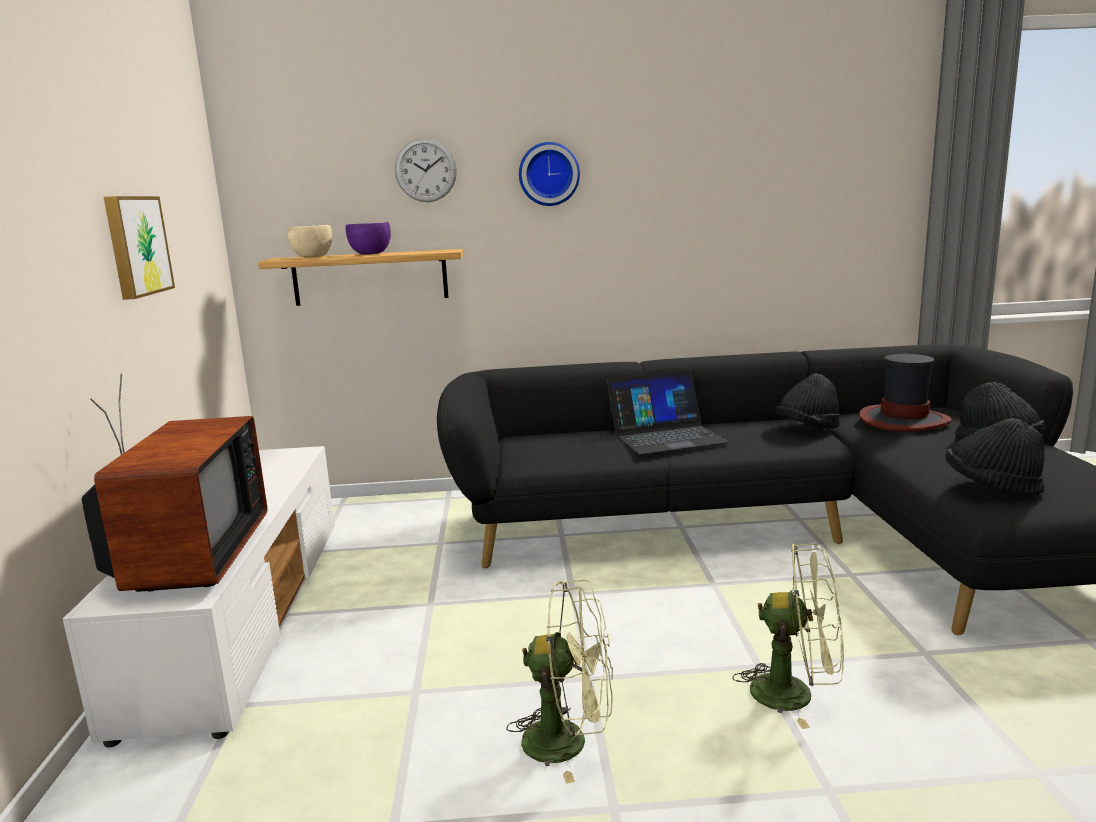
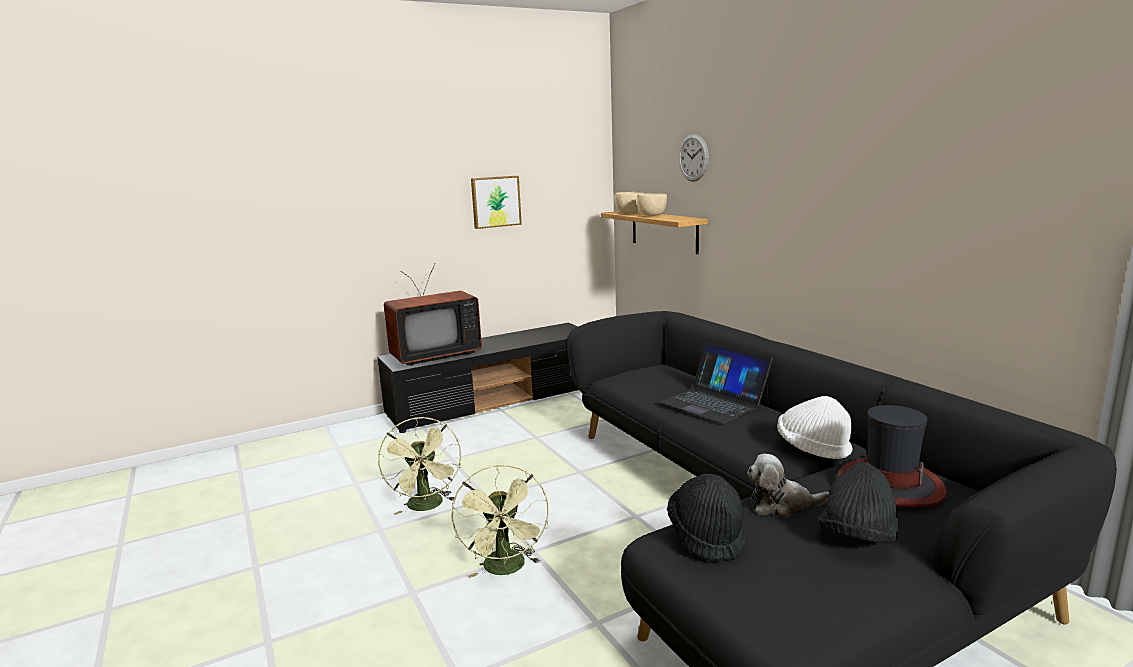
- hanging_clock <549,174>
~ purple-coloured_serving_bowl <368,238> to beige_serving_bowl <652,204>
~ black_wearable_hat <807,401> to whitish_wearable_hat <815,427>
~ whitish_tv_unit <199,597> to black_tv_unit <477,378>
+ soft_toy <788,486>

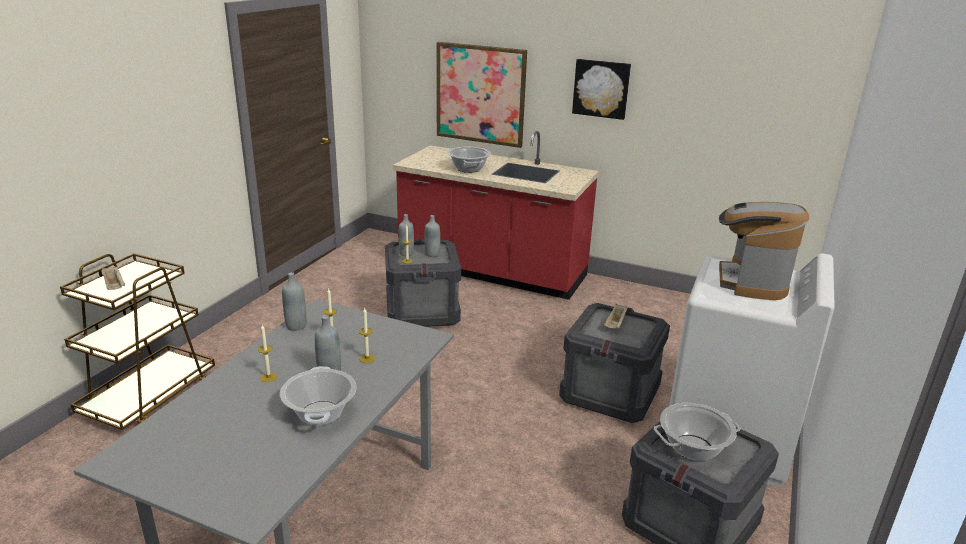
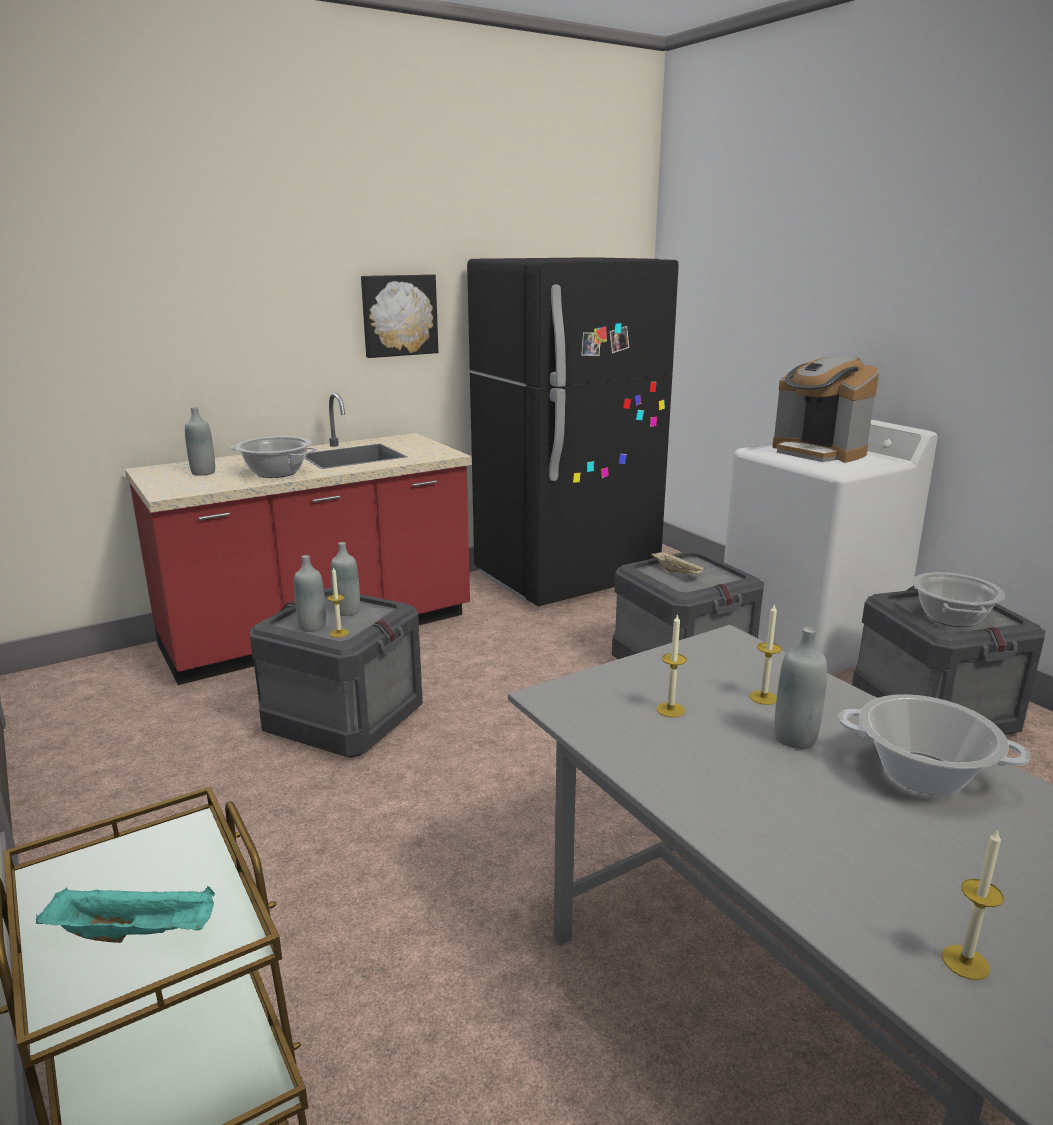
- picture <482,95>
~ beige_carrying_tray <113,278> to blue-green_carrying_tray <125,914>
~ greyish_drink_bottle <294,301> to <200,441>
~ wax_light <267,353> to <973,904>
+ black_fridge <573,431>

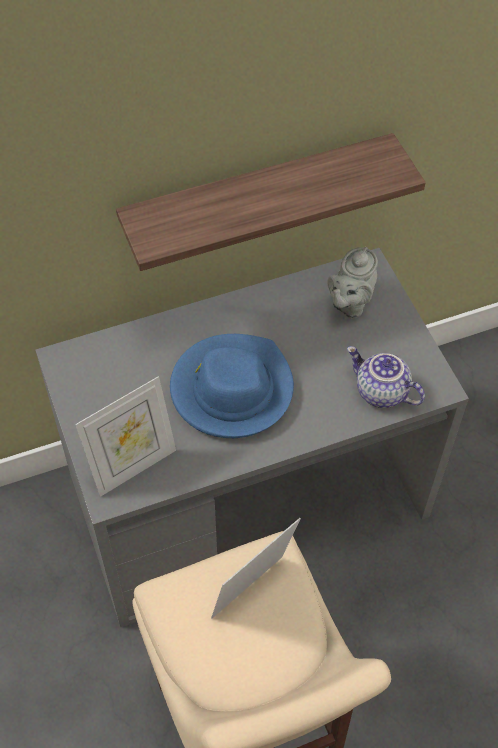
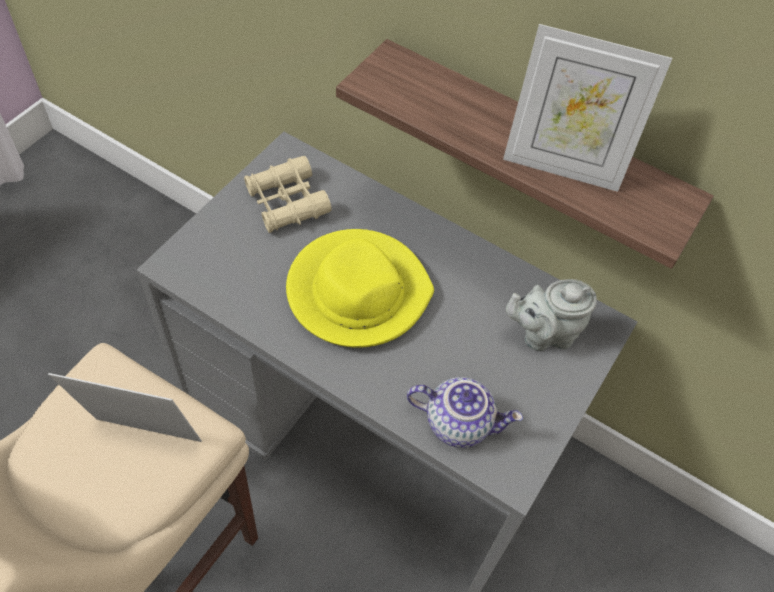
~ blue_wearable_hat <232,386> to yellowish_wearable_hat <360,288>
~ pot_for_tea <386,377> = <465,412> 105 degrees clockwise
~ standing_frame <125,436> to <587,108>
+ beige_binoculars <288,194>

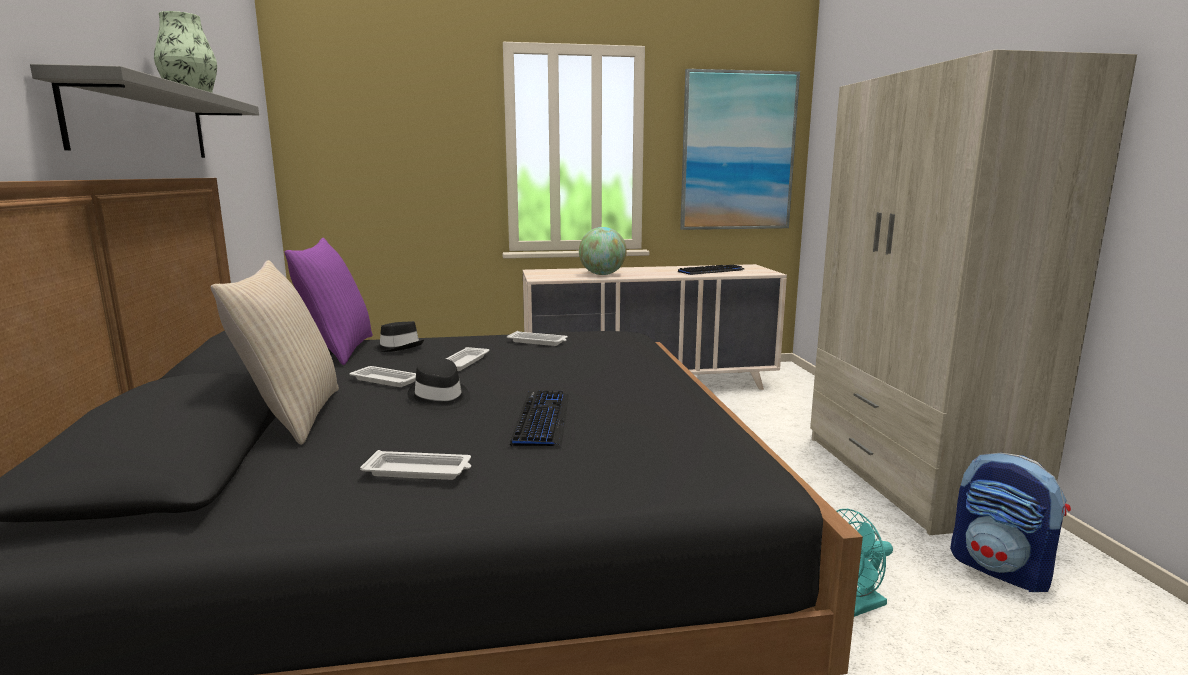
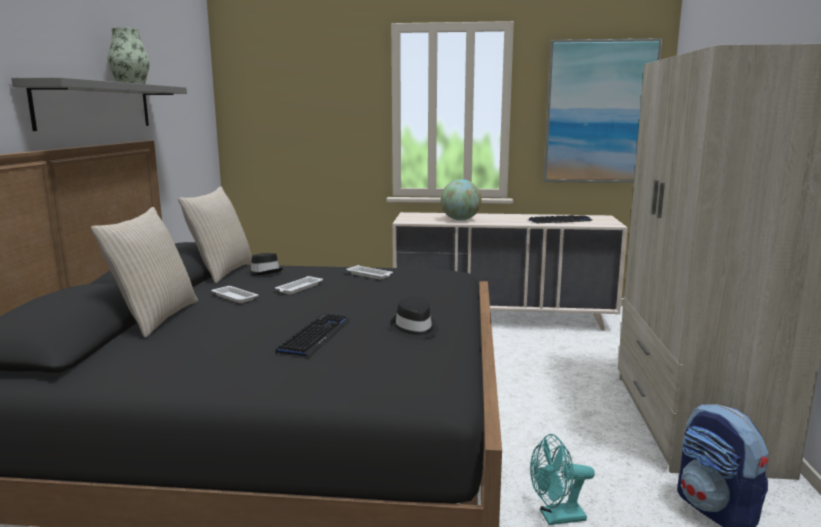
~ purple-coloured_throw_pillow <328,301> to beige_throw_pillow <215,234>
~ black_wearable_hat <439,384> to <414,318>
- whitish_carrying_tray <415,465>

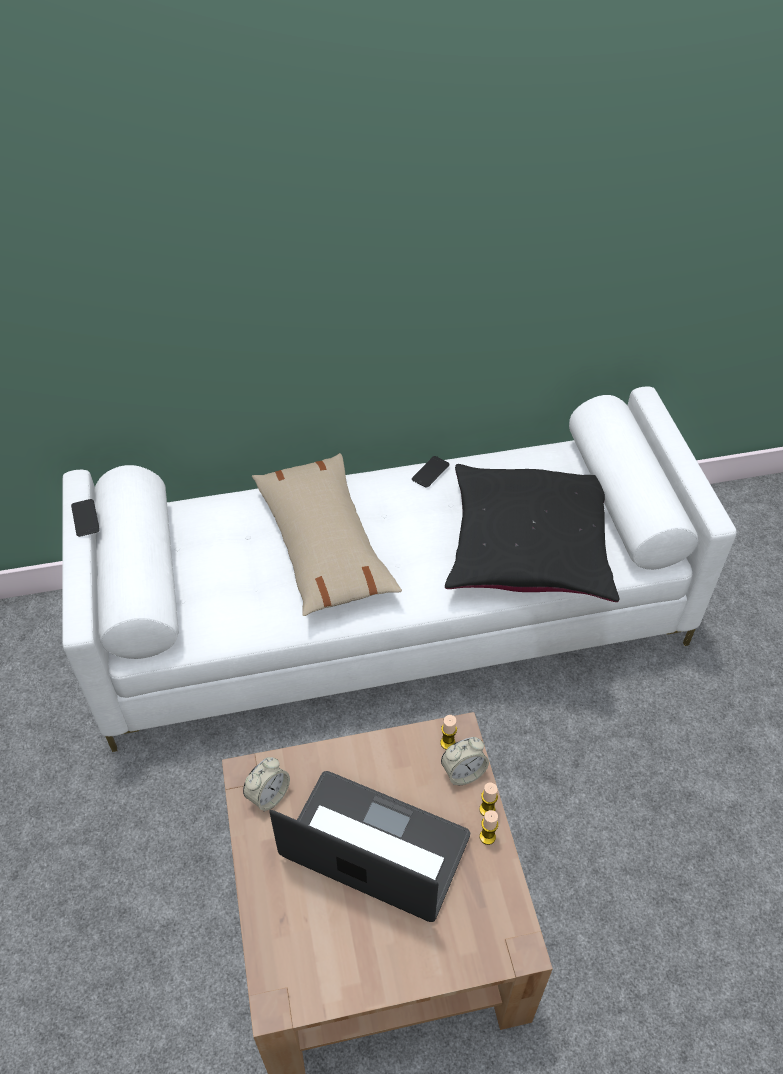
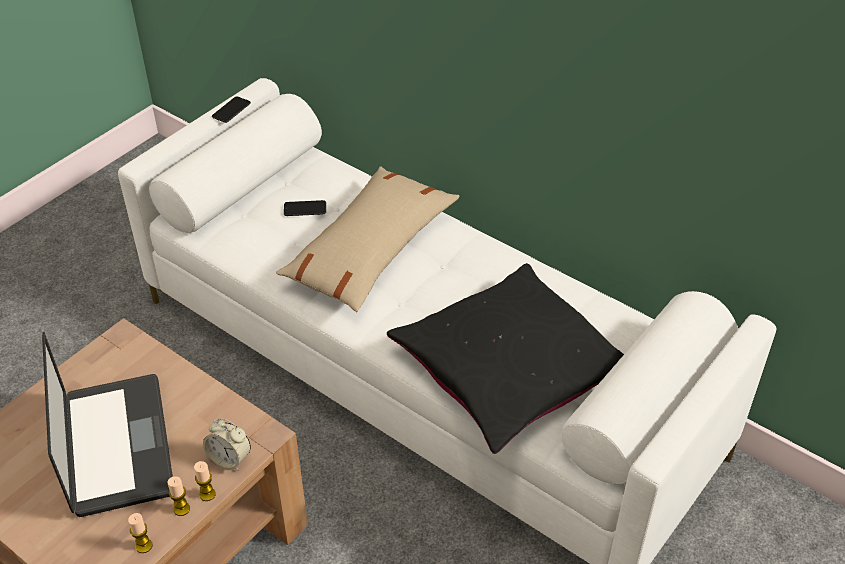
~ handset <431,472> to <305,208>
~ wax_light <448,732> to <140,533>
- bedside_clock <266,784>

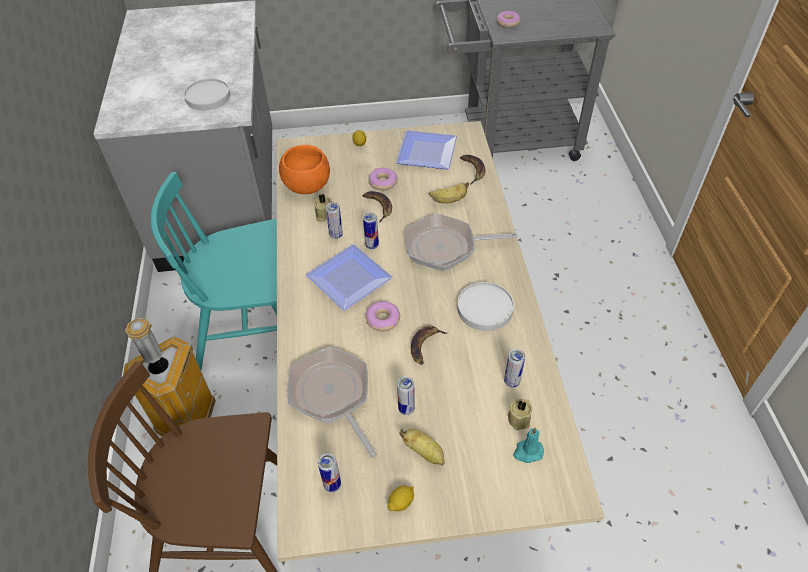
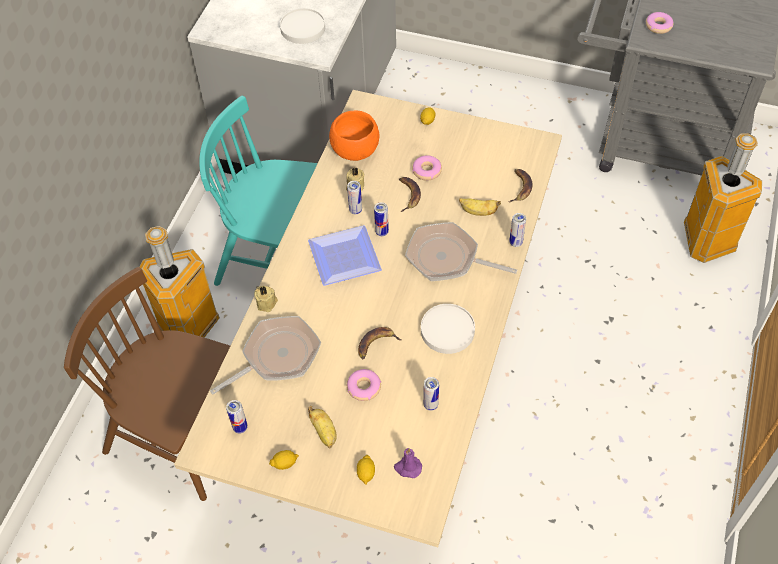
- plate <426,150>
~ donut <383,316> to <364,385>
~ frying_pan <332,402> = <265,355> 60 degrees clockwise
~ sealed_can <406,395> to <517,230>
~ beige_wax_light <520,414> to <266,299>
~ blue-green_wax_light <528,445> to purple-coloured_wax_light <408,463>
+ trash_can <723,198>
+ lemon <366,470>

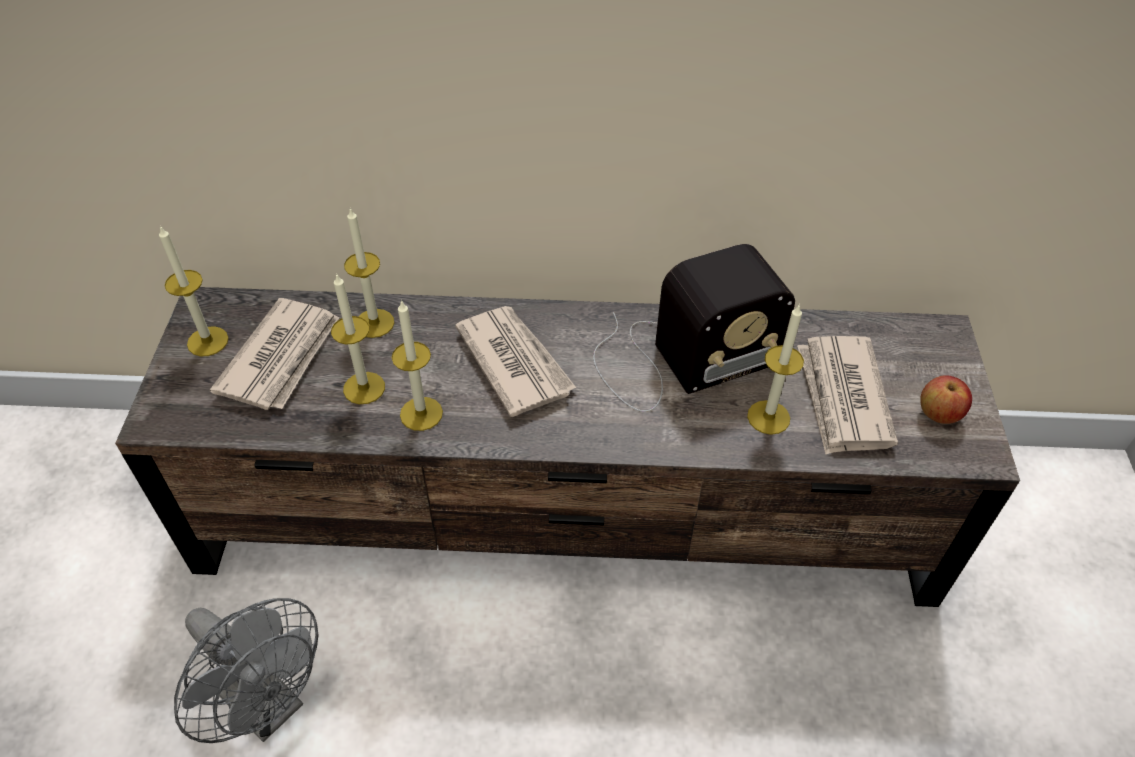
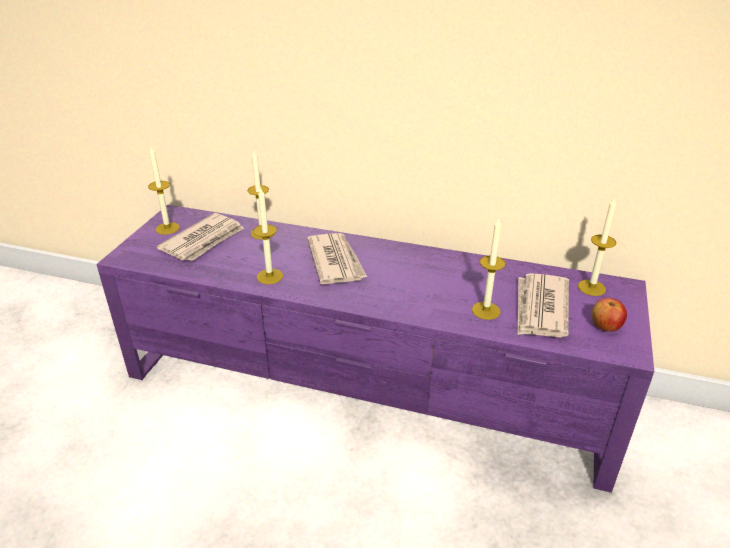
- radio <694,328>
~ wax_light <358,338> to <597,246>
~ brownish_tv_unit <567,447> to purple-coloured_tv_unit <375,349>
- greyish_electric_fan <246,670>

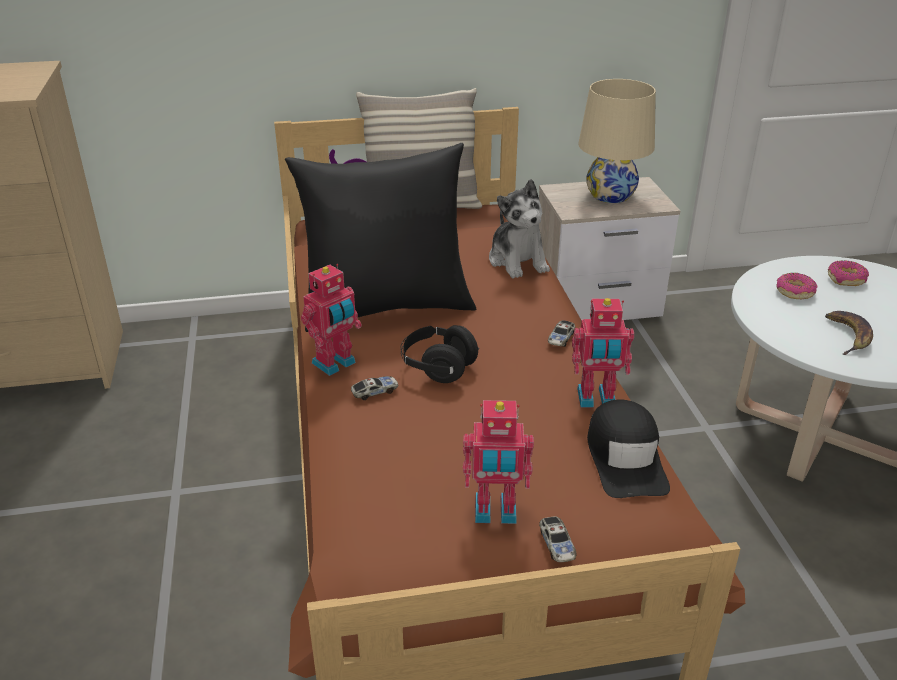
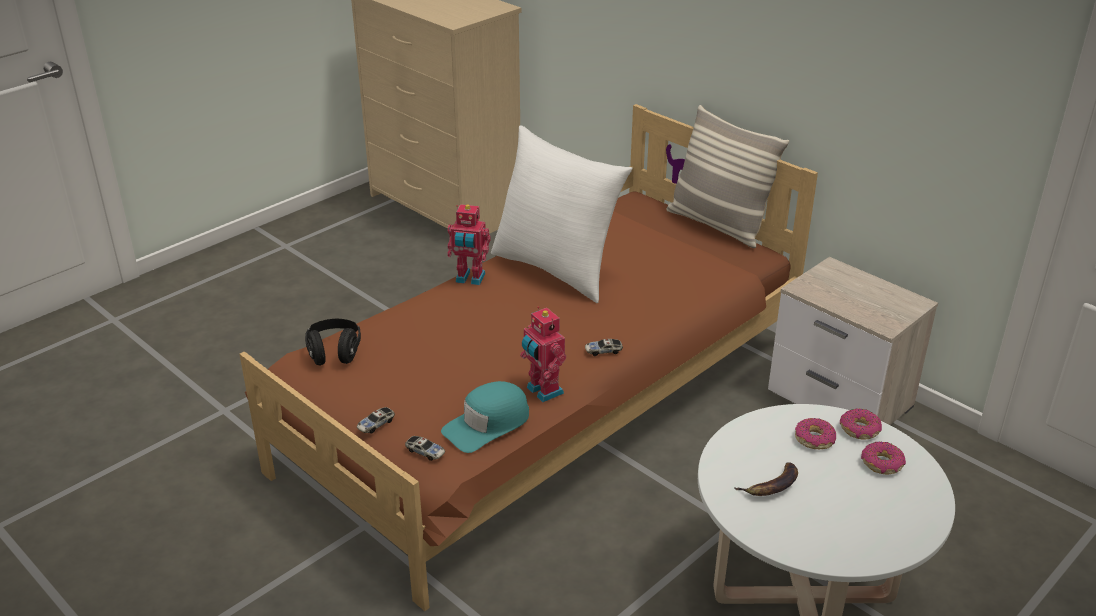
- beige_table_lamp <617,141>
~ black_throw_pillow <380,237> to whitish_throw_pillow <561,214>
- soft_toy <519,229>
~ black_headphones <440,354> to <333,342>
~ miniature_car <374,388> to <425,448>
~ black_cap <628,448> to blue-green_cap <485,417>
- model_robot <498,462>
+ donut <861,424>

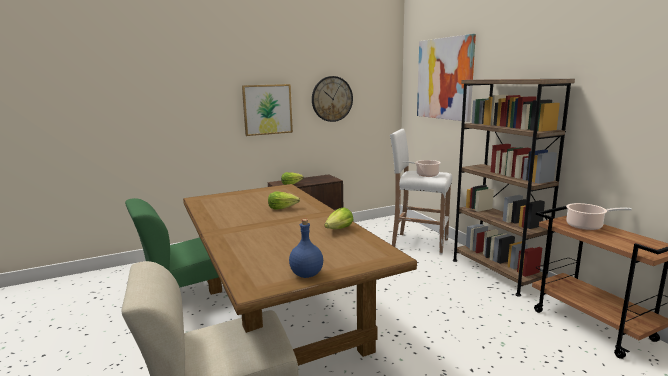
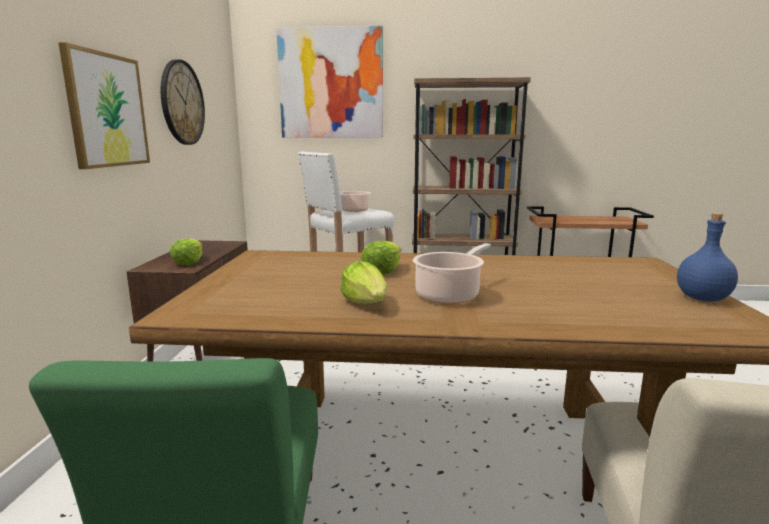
~ stockpot <599,216> to <452,273>
~ lettuce_head <339,218> to <364,282>

